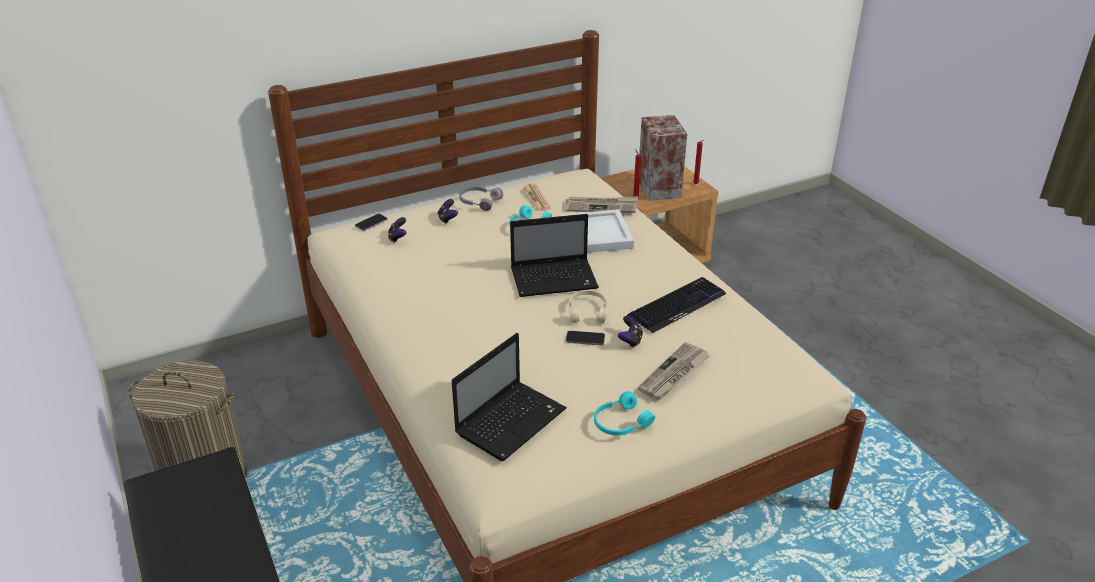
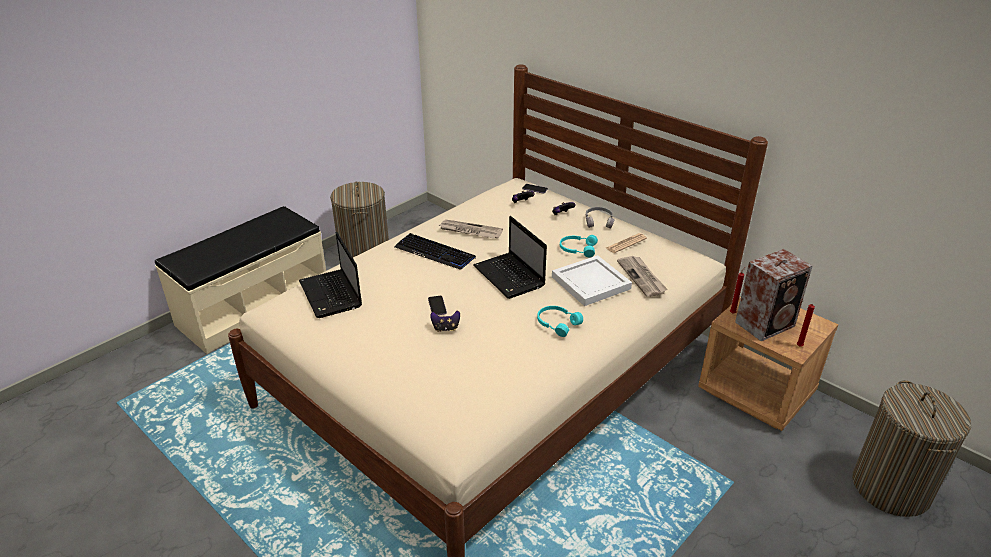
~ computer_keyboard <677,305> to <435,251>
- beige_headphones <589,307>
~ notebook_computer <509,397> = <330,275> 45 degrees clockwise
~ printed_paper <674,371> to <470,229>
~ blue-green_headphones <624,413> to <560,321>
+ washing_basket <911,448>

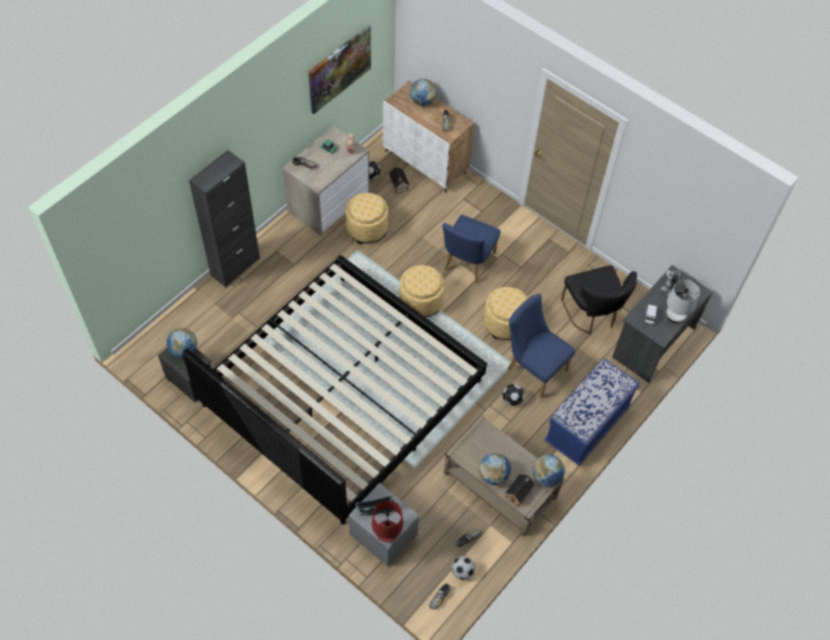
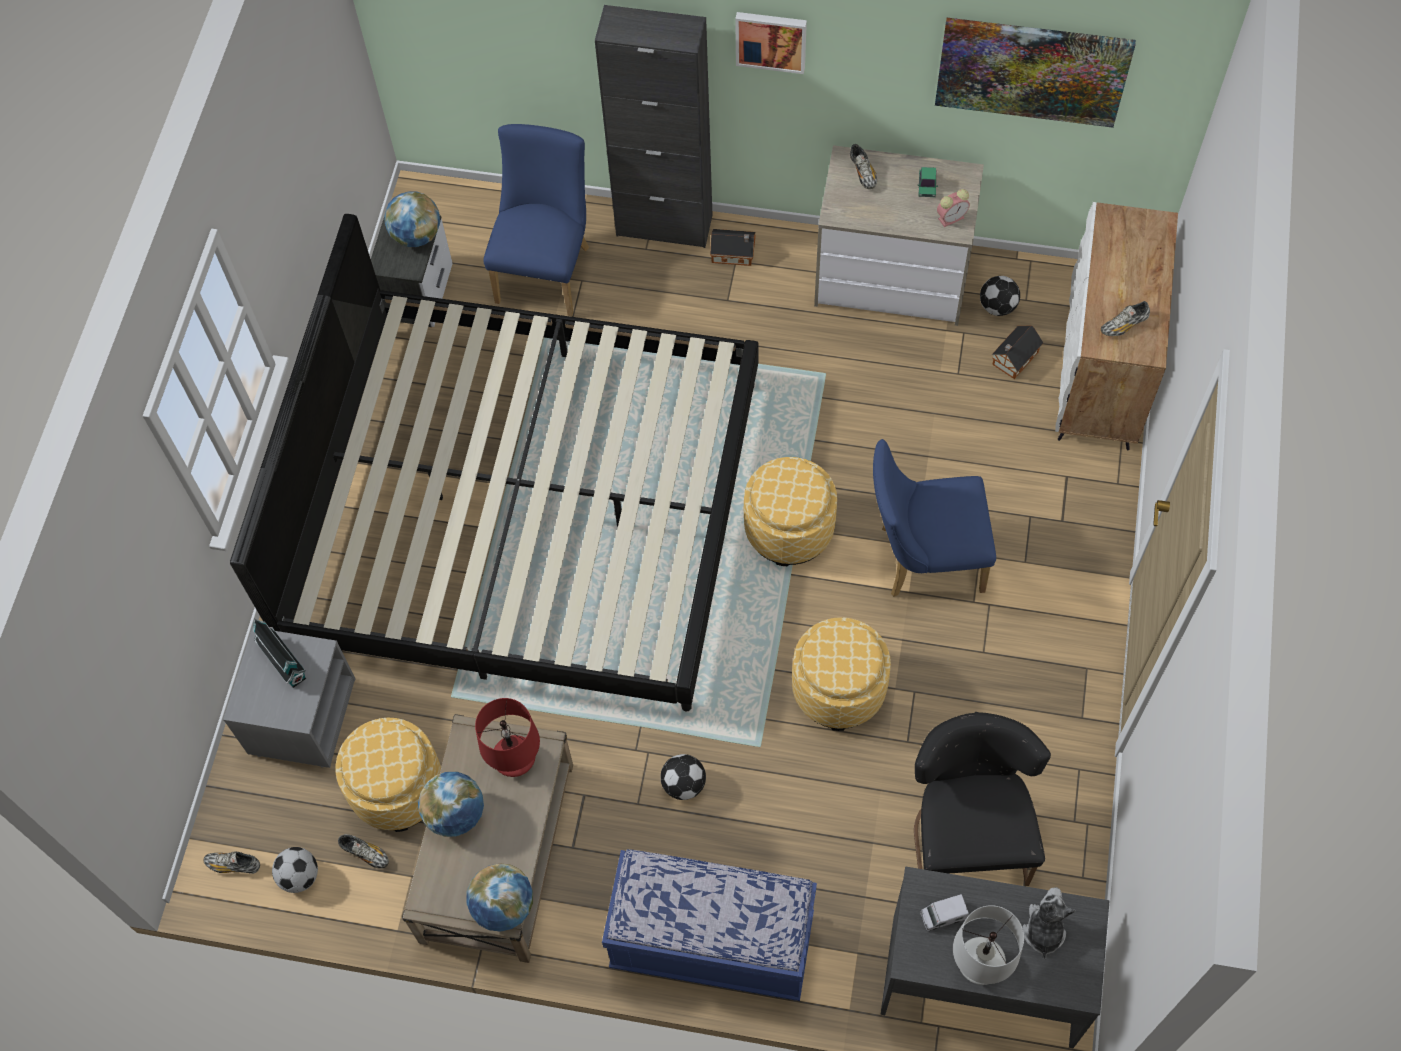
- world_globe <423,92>
~ pouffe <366,218> to <388,775>
~ black_plain_chair <599,299> = <982,799> 135 degrees clockwise
~ blue_plain_chair <541,346> to <536,220>
~ toy_house <520,490> to <733,247>
~ reddish_table_lamp <387,521> to <507,737>
+ picture <771,43>

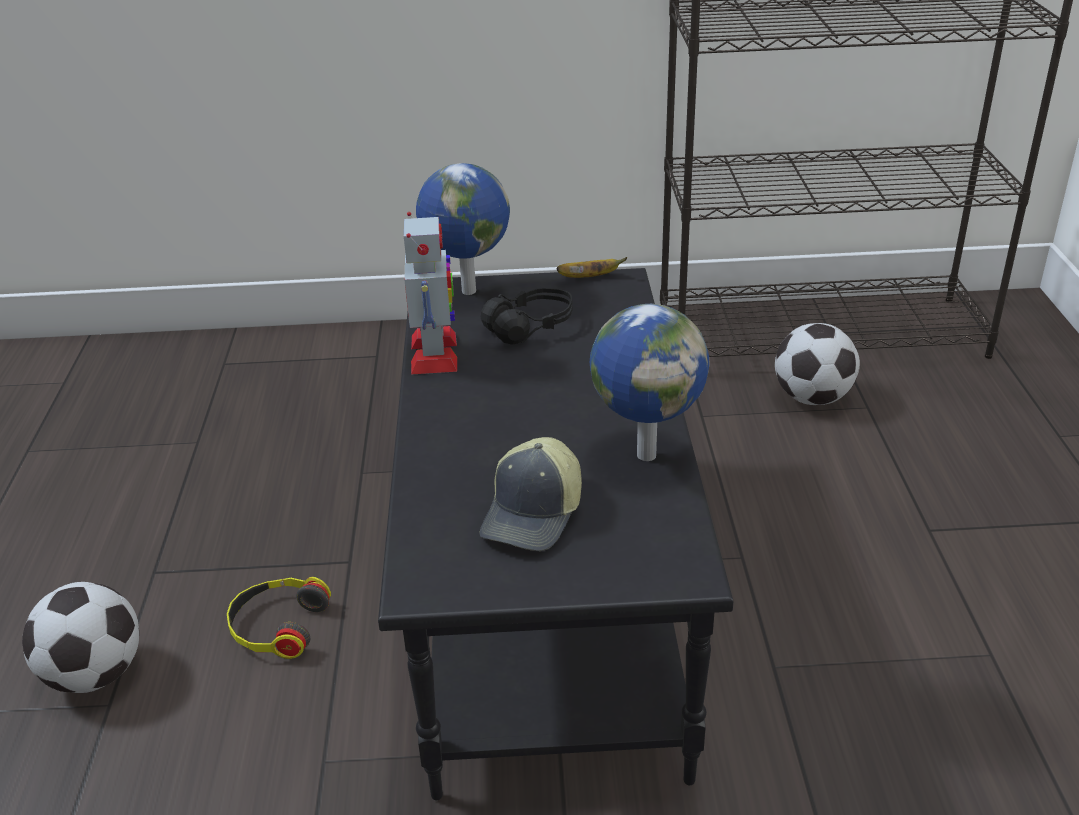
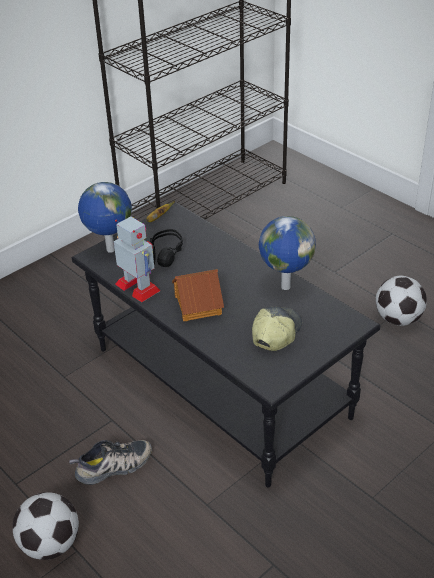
~ ball_for_football <817,364> to <401,301>
~ cap <530,494> = <277,329> 135 degrees counterclockwise
~ headphones <279,618> to item_of_footwear <110,462>
+ toy_house <198,295>

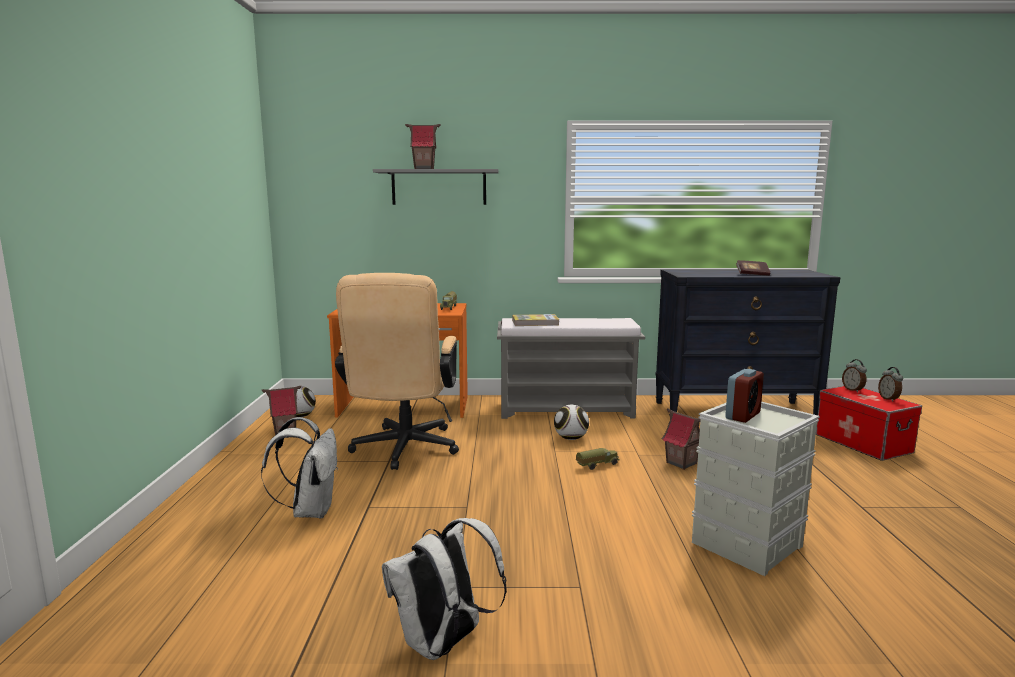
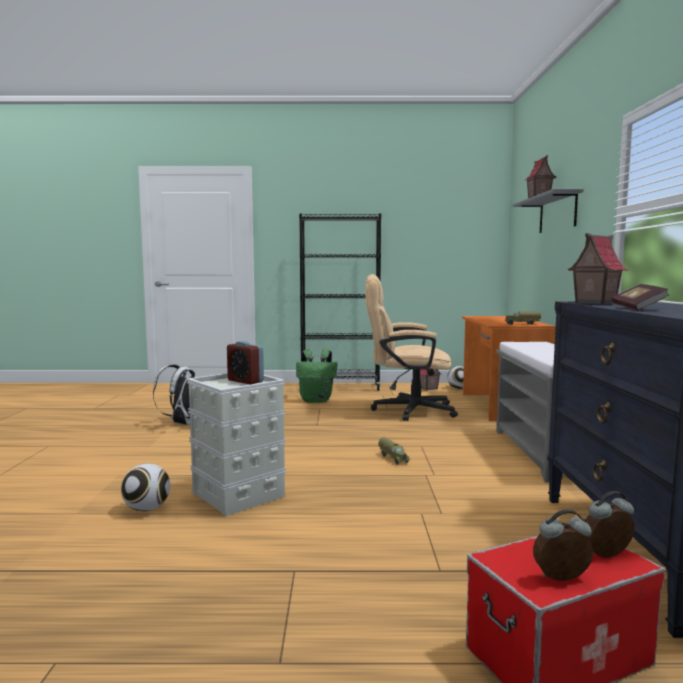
- book <536,320>
~ ball_for_football <571,422> to <145,487>
~ toy_house <681,439> to <598,269>
~ whitish_knapsack <299,467> to green-coloured_knapsack <316,376>
+ black_shelving_unit <340,302>

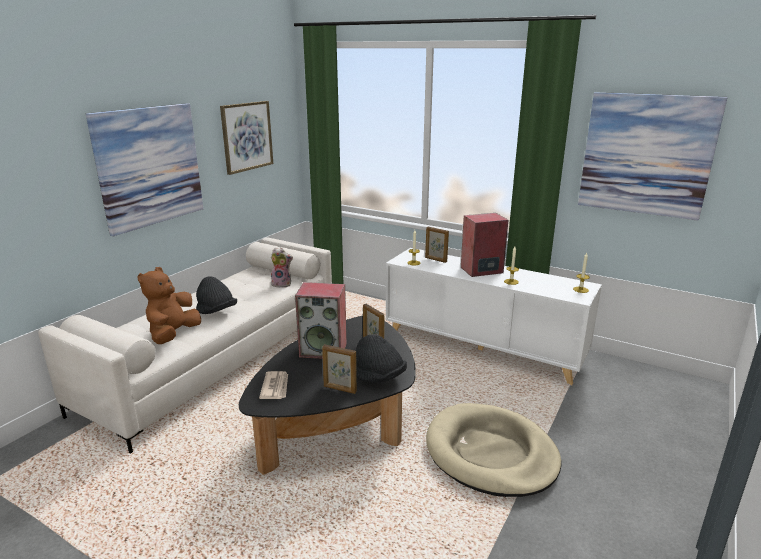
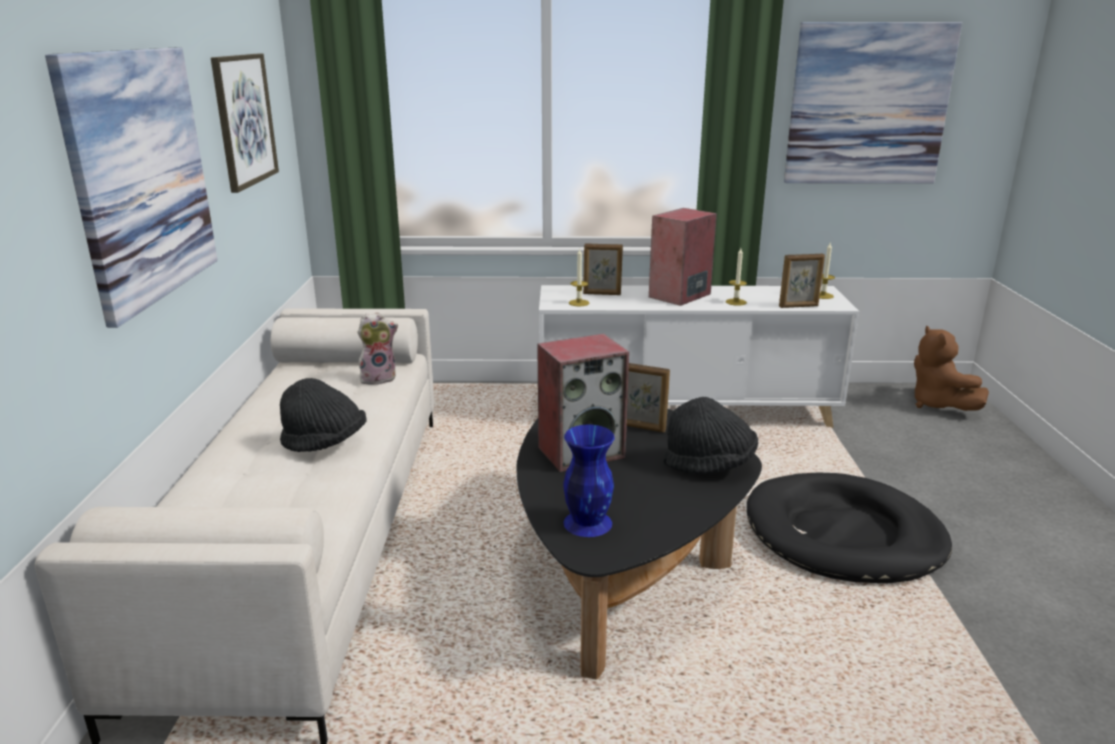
~ brownish_soft_toy <169,305> to <951,368>
~ standing_frame <339,369> to <802,281>
~ printed_paper <273,385> to blue_vase <589,481>
~ beige_dog_cushion <493,450> to black_dog_cushion <849,528>

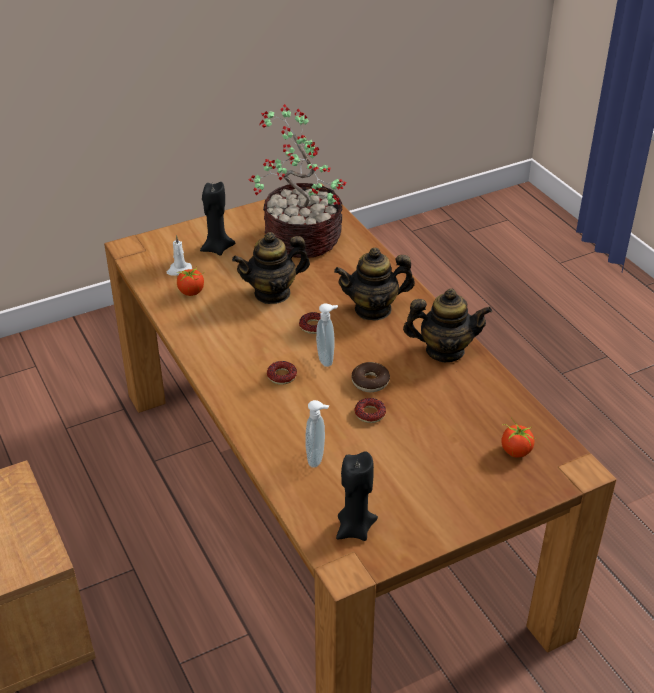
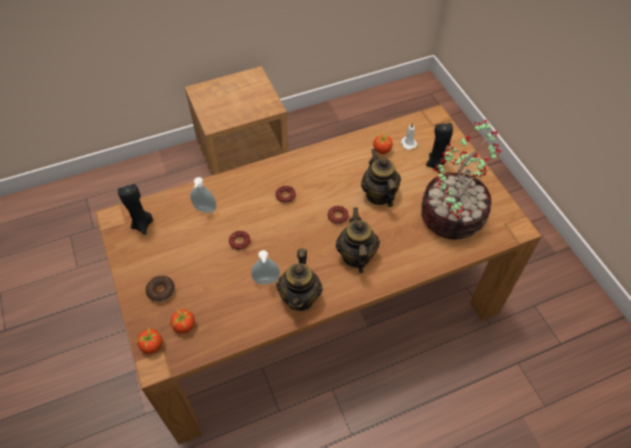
~ soap_dispenser <327,335> to <265,267>
~ donut <370,377> to <160,289>
+ tomato <148,340>

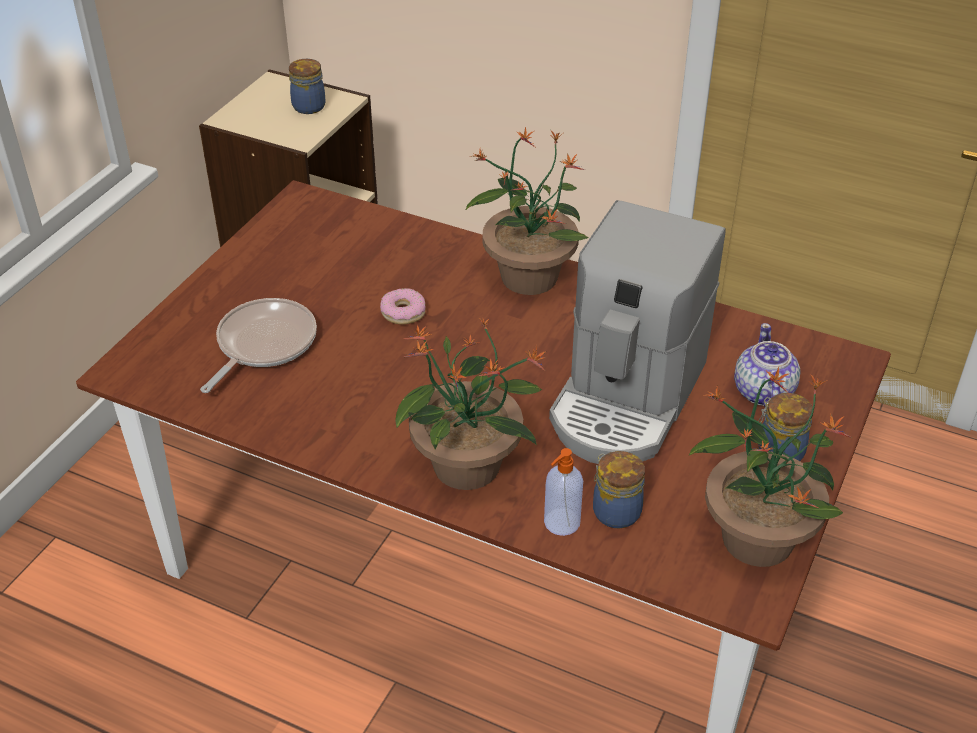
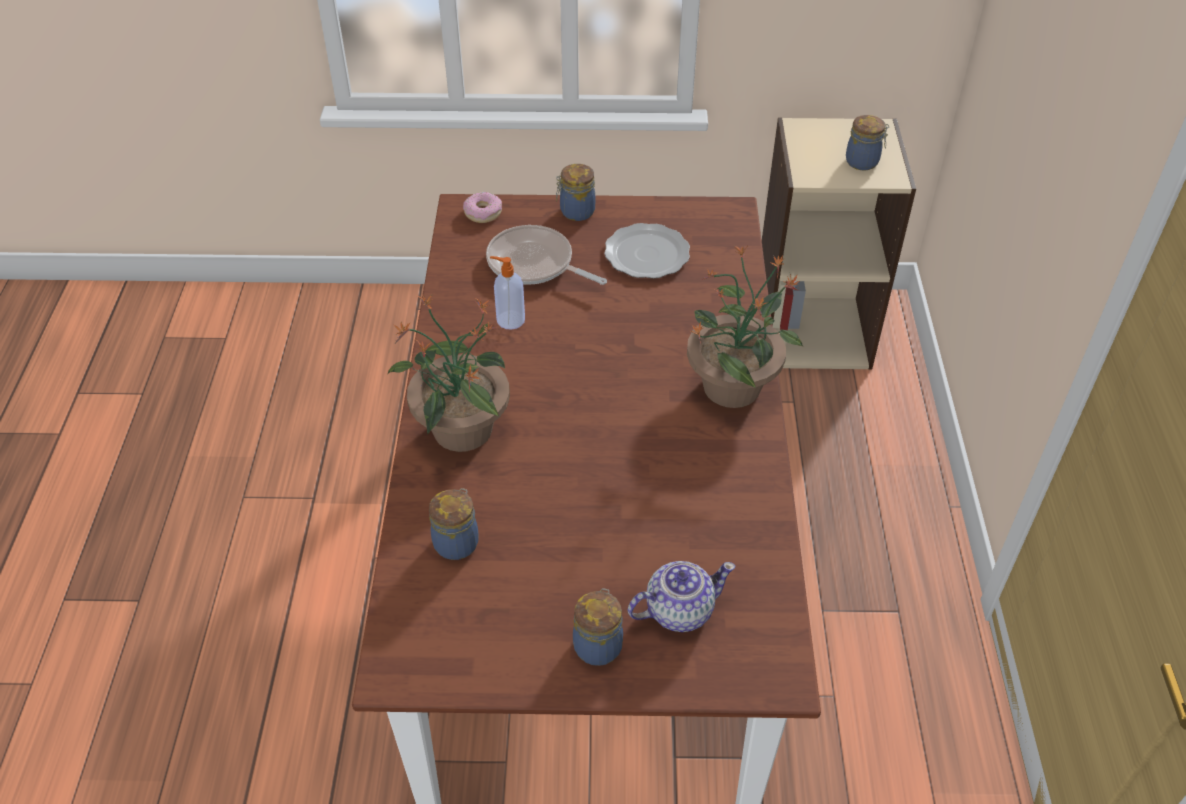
- coffee_machine <637,332>
~ donut <403,306> to <482,207>
~ frying_pan <258,345> = <546,255> 150 degrees counterclockwise
- potted_plant <769,466>
~ soap_dispenser <563,492> to <507,293>
+ jar <575,192>
+ plate <647,251>

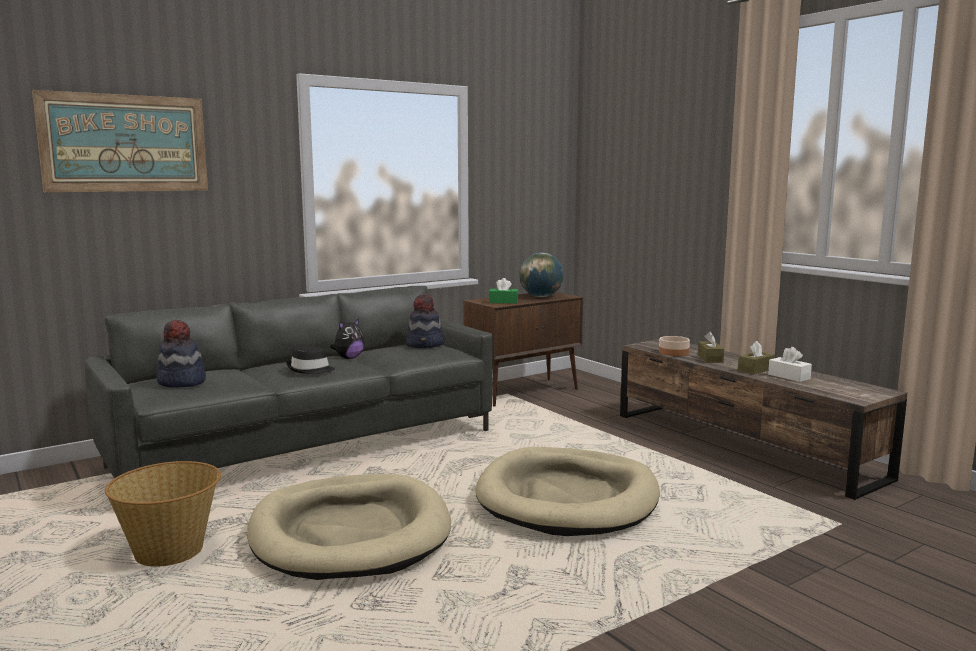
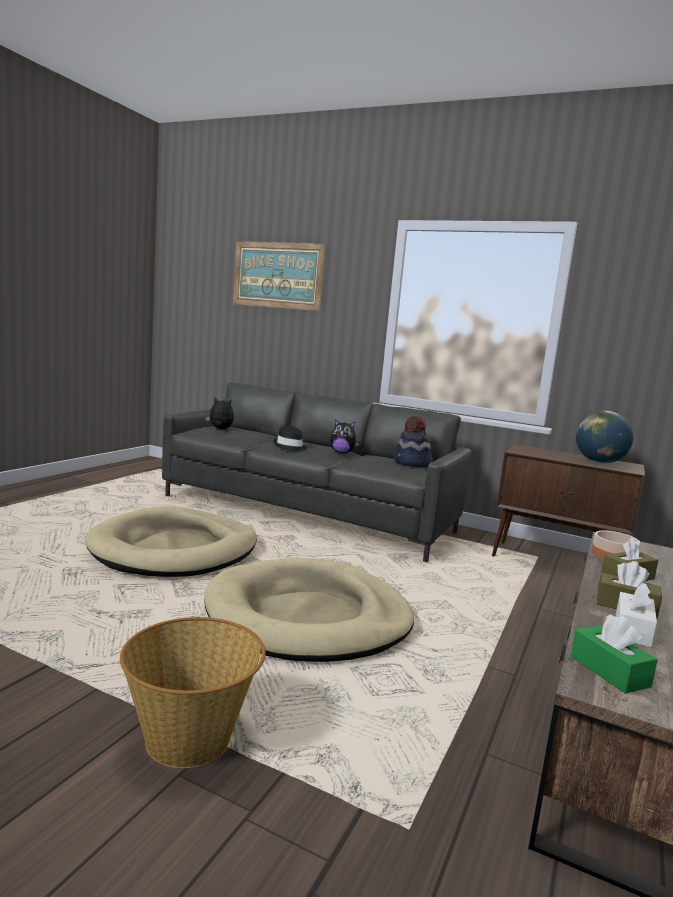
~ green-coloured_tissue_box <503,290> to <614,654>
~ wearable_hat <181,354> to soft_toy <219,413>
~ storage_basket <163,514> to <193,692>

